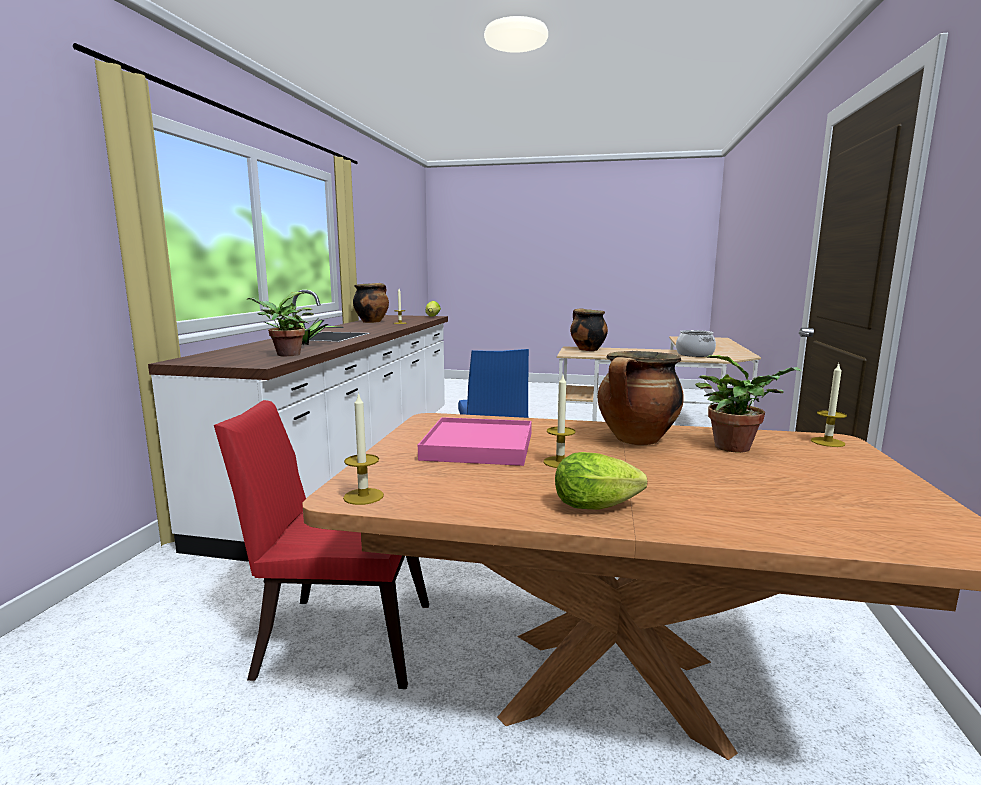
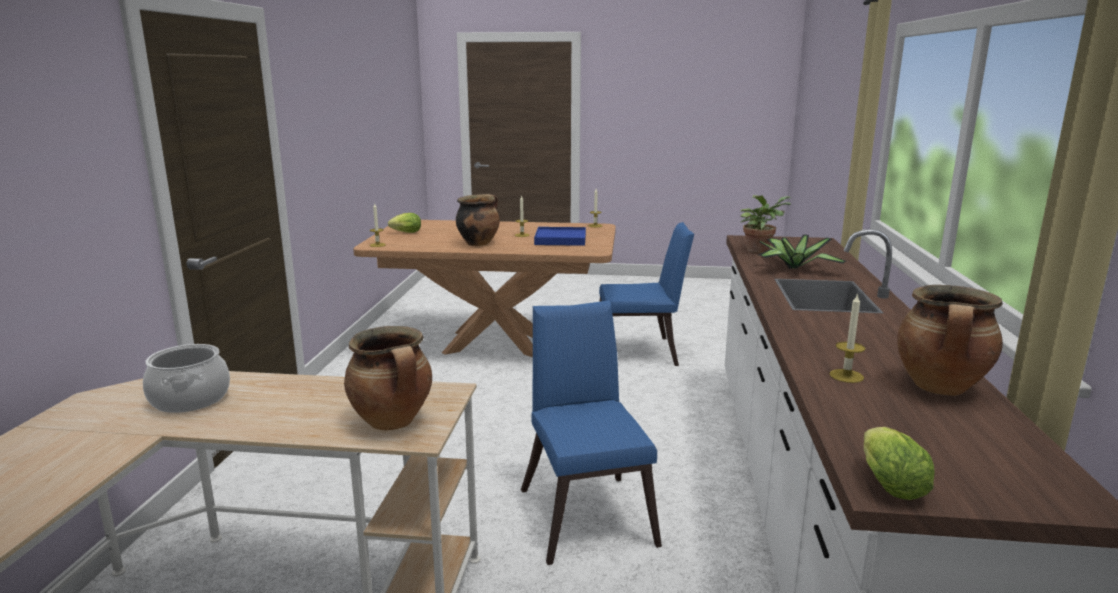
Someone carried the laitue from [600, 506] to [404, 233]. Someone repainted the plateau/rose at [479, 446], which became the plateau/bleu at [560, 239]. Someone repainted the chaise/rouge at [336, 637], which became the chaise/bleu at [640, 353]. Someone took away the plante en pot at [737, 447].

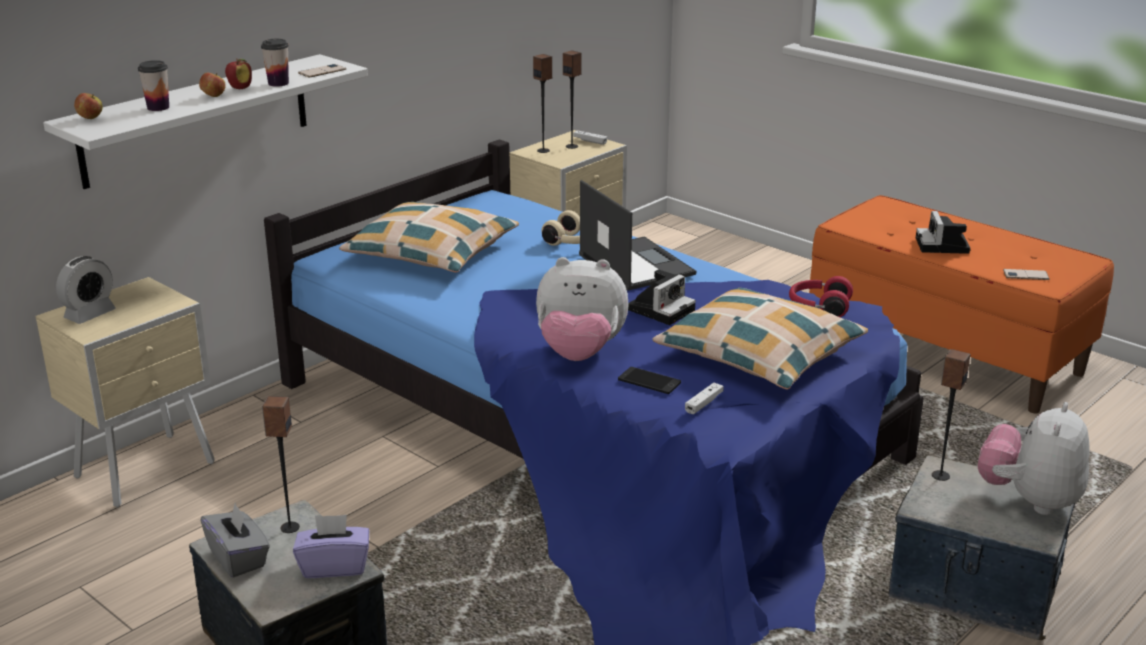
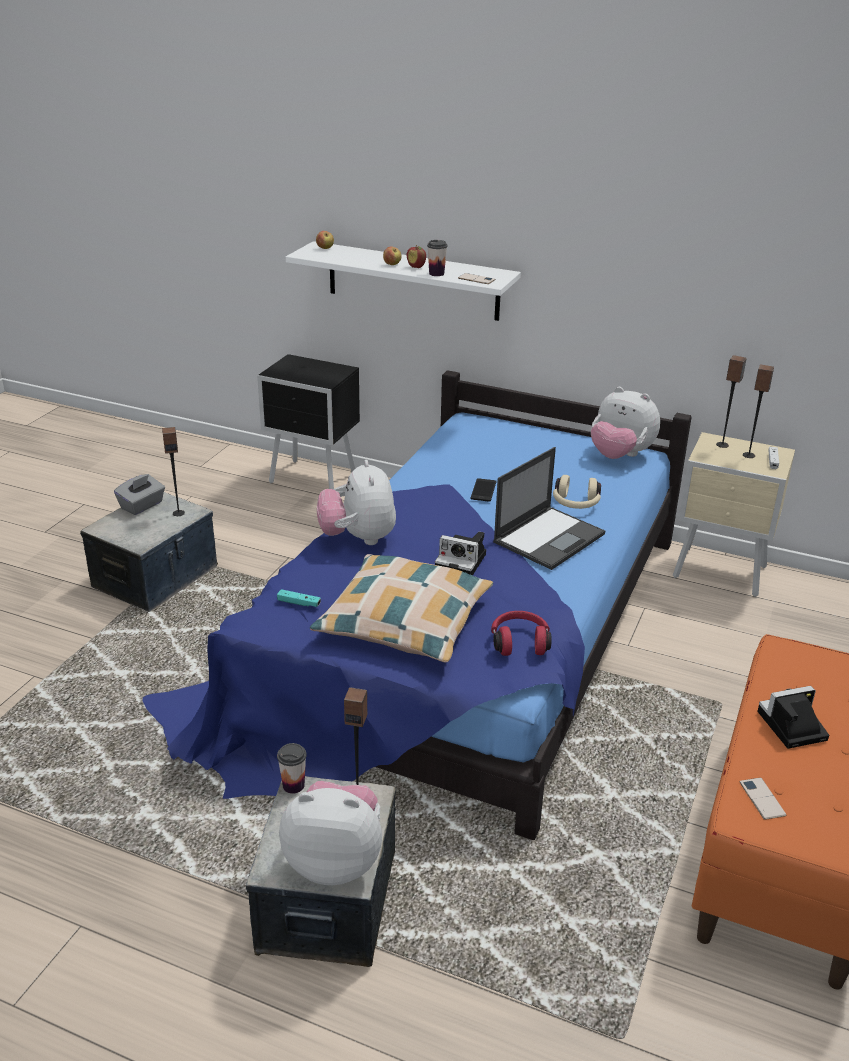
Someone repainted the table de chevet/beige at [149, 470], which became the table de chevet/noir at [314, 480]. Someone repainted the manette/blanc at [704, 403], which became the manette/turquoise at [299, 603]. Someone carried the tasse from [158, 107] to [293, 785]. Someone carried the téléphone from [649, 381] to [483, 490]. Someone put down the peluche at [620, 455]. Someone took away the réveil at [90, 314]. Someone took away the boîte à mouchoirs/violet at [334, 566]. Someone took away the coussin at [432, 253].

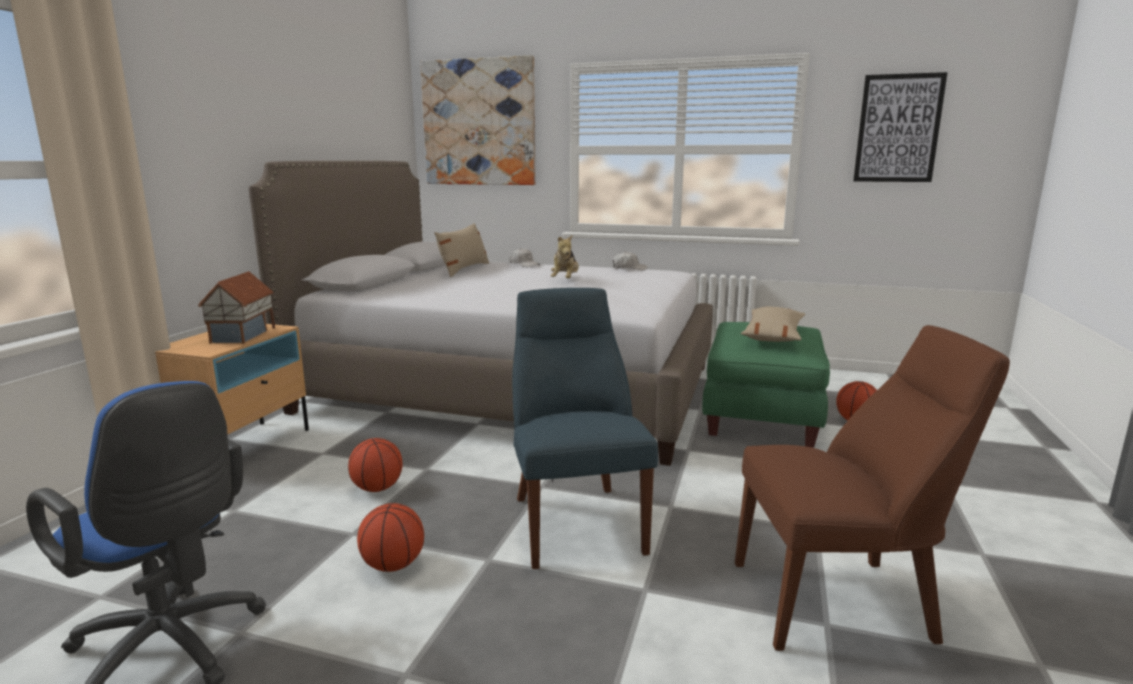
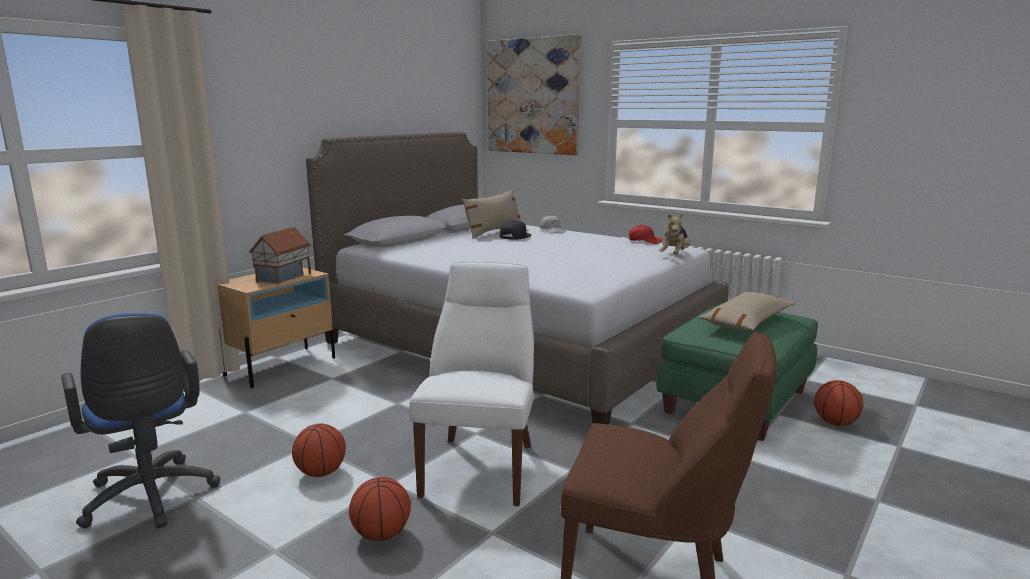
Someone carried the ballon de basket from [377, 488] to [381, 535]. Someone repainted the chaise/bleu at [575, 520], which became the chaise/blanc at [481, 466]. Someone put down the casquette/noir at [515, 236]. Someone repainted the casquette/blanc at [629, 268], which became the casquette/rouge at [644, 241]. Someone carried the peluche from [565, 280] to [675, 255]. Someone took away the tableau at [898, 129].

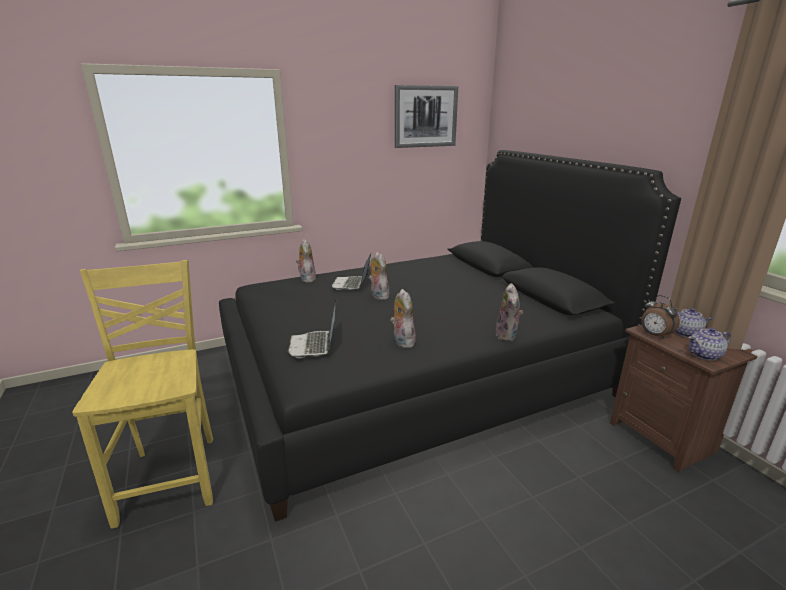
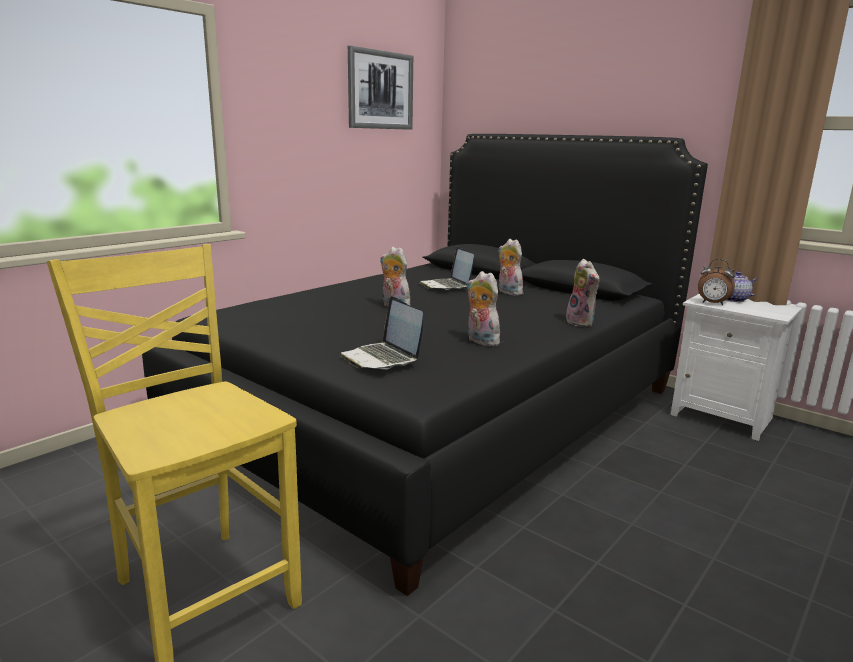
Someone carried the ordinateur portable from [352, 284] to [446, 286]. Someone carried the peluche from [306, 279] to [508, 292]. Someone repainted the table de chevet/marron at [663, 437], which became the table de chevet/blanc at [722, 416]. Someone took away the théière at [705, 355].

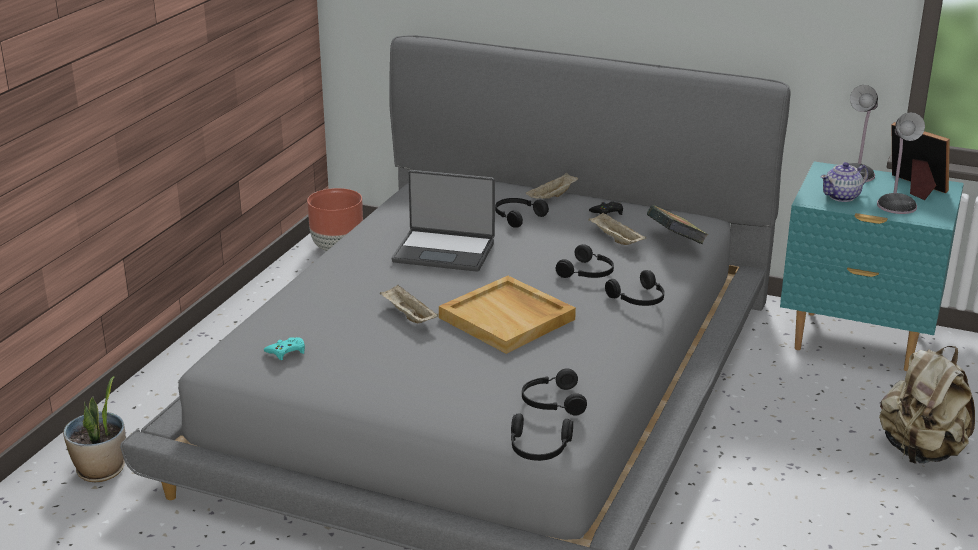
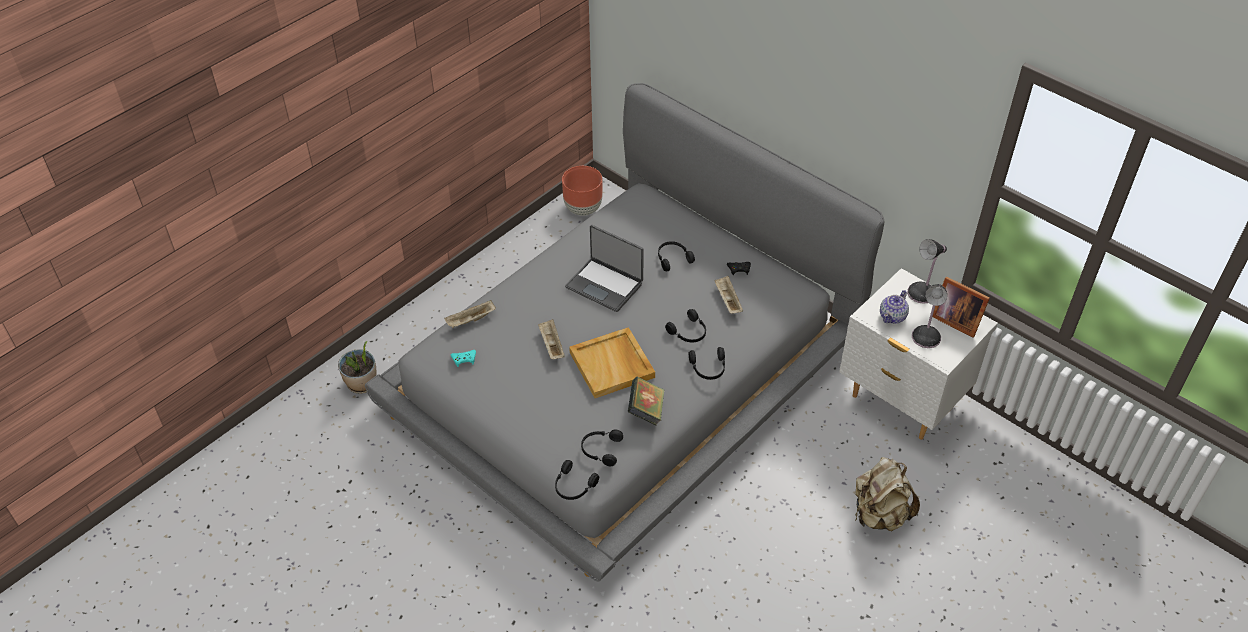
Someone carried the plateau/beige from [552, 197] to [471, 320]. Someone carried the livre from [675, 242] to [646, 410]. Someone repainted the table de chevet/turquoise at [857, 342], which became the table de chevet/blanc at [902, 401]. Someone rotated the théière at [842, 197] by 45 degrees counterclockwise. Someone rotated the cadre photo at [914, 188] by 150 degrees clockwise.

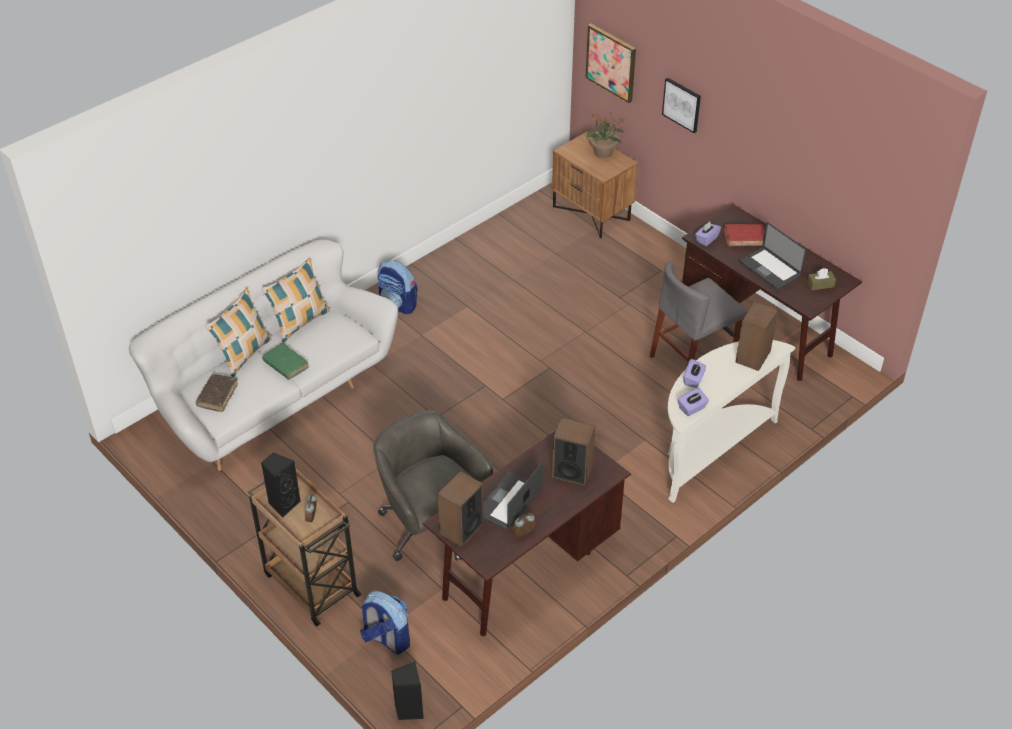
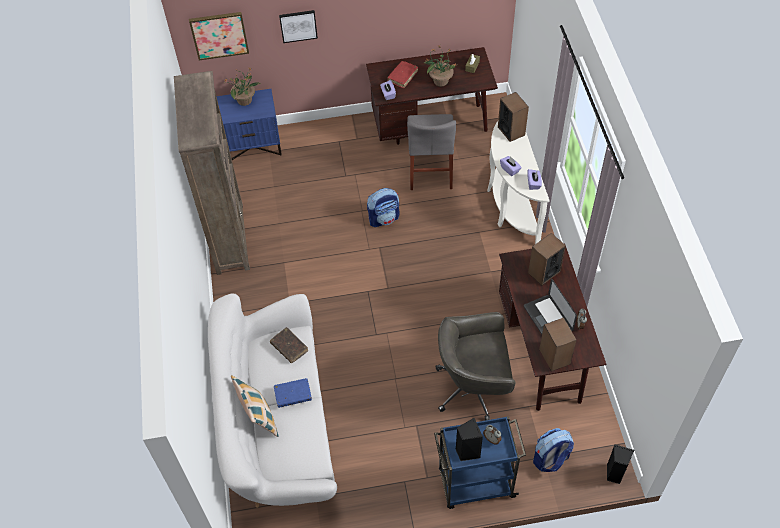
Someone put down the bibliothèque/marron at [230, 238]. Someone repainted the table de chevet/marron at [592, 213], which became the table de chevet/bleu at [252, 146]. Someone carried the livre/marron from [217, 396] to [289, 347]. Someone repainted the livre/vert at [286, 365], which became the livre/bleu at [293, 395]. Someone carried the sac à dos from [398, 304] to [384, 218]. Someone swapped the ordinateur portable at [769, 269] for the plante en pot at [440, 81]. Someone repainted the chariot/marron at [310, 583], which became the chariot/bleu at [475, 484]. Someone took away the coussin at [300, 322].

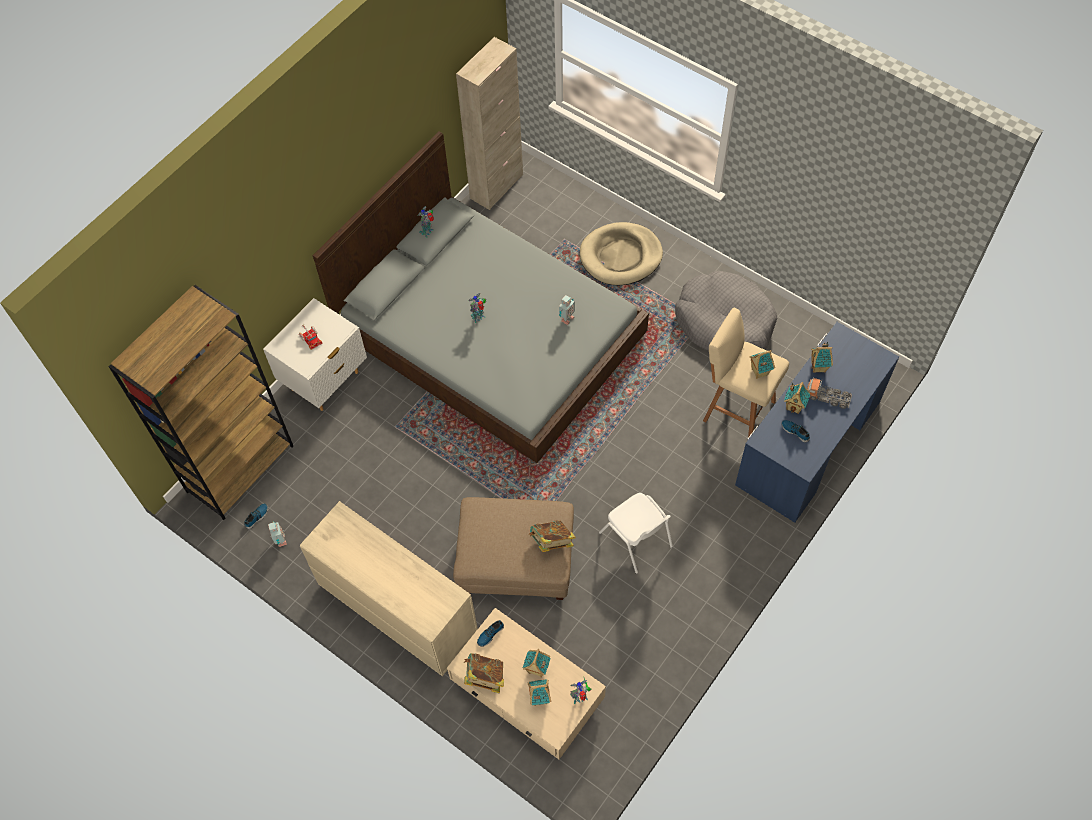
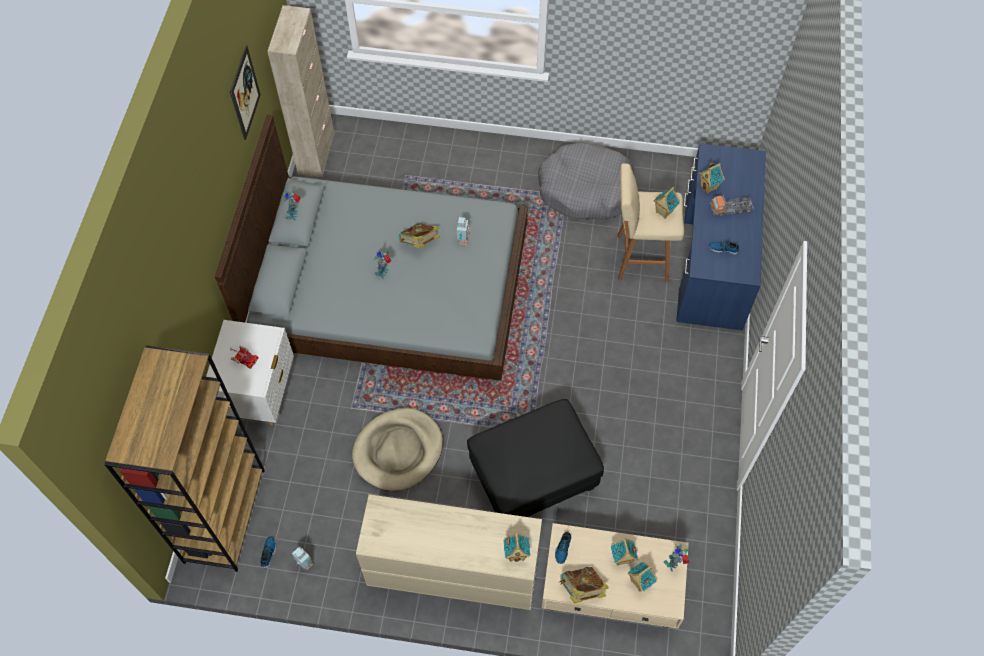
Someone put up the tableau at [245, 93]. Someone carried the panier pour chien/beige from [620, 256] to [398, 451]. Someone carried the livre from [551, 542] to [419, 243]. Someone repainted the pouf/beige at [515, 562], which became the pouf/noir at [533, 476]. Someone carried the maison miniature from [794, 406] to [516, 553]. Someone took away the chaise/blanc at [636, 540].

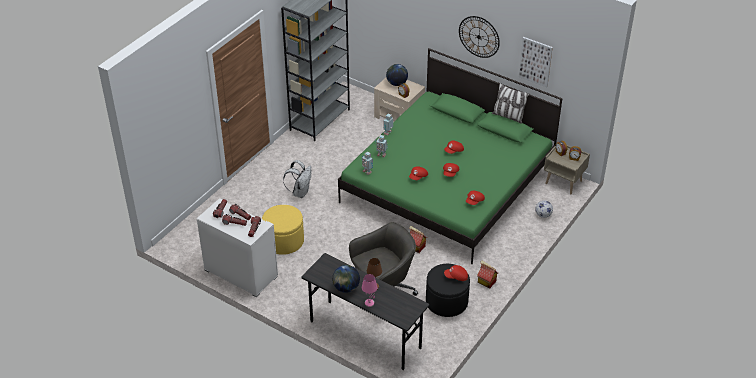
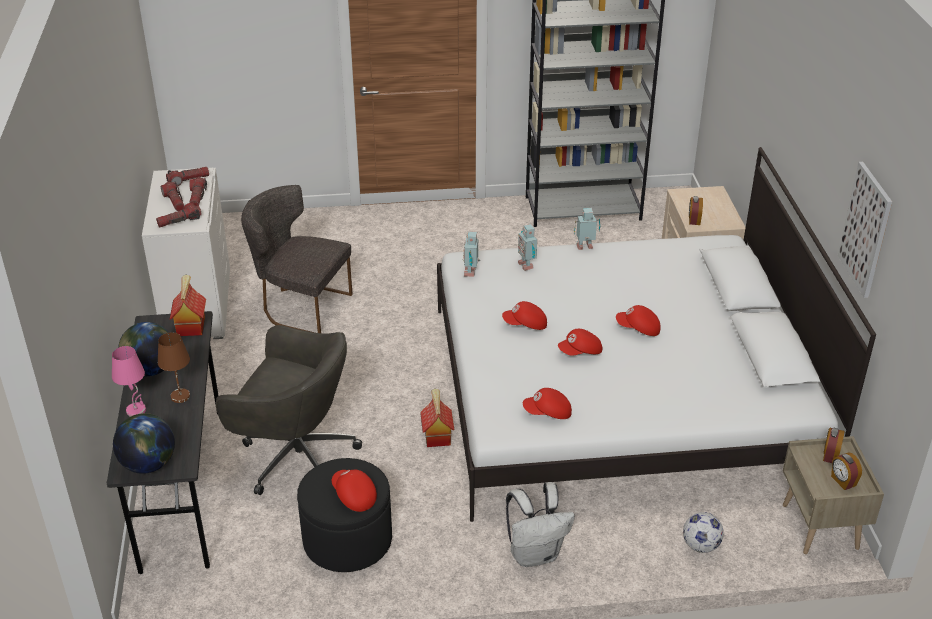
Someone carried the globe from [396, 83] to [148, 464]. Someone carried the maison miniature from [486, 282] to [190, 326]. Someone swapped the pouf/jaune at [284, 241] for the chaise/gris at [300, 307]. Someone repainted the lit/vert at [447, 185], which became the lit/blanc at [619, 394]. Someone carried the sac à dos/blanc from [300, 192] to [535, 554]. Someone took away the horloge murale at [479, 37]. Someone took away the coussin at [508, 116].

